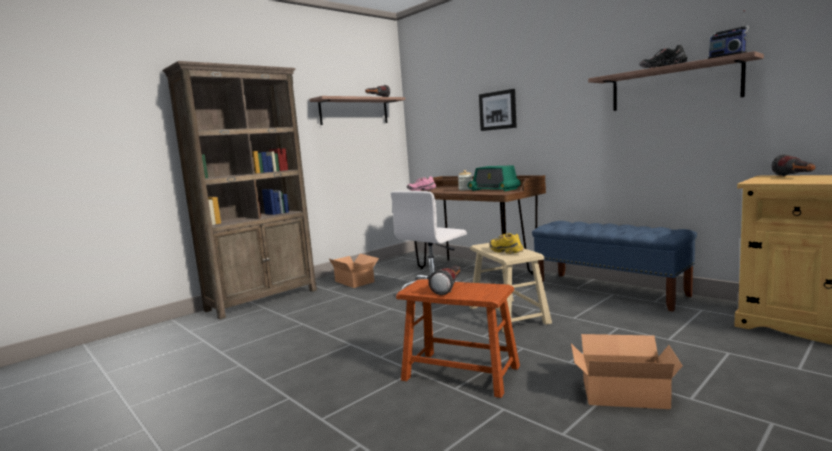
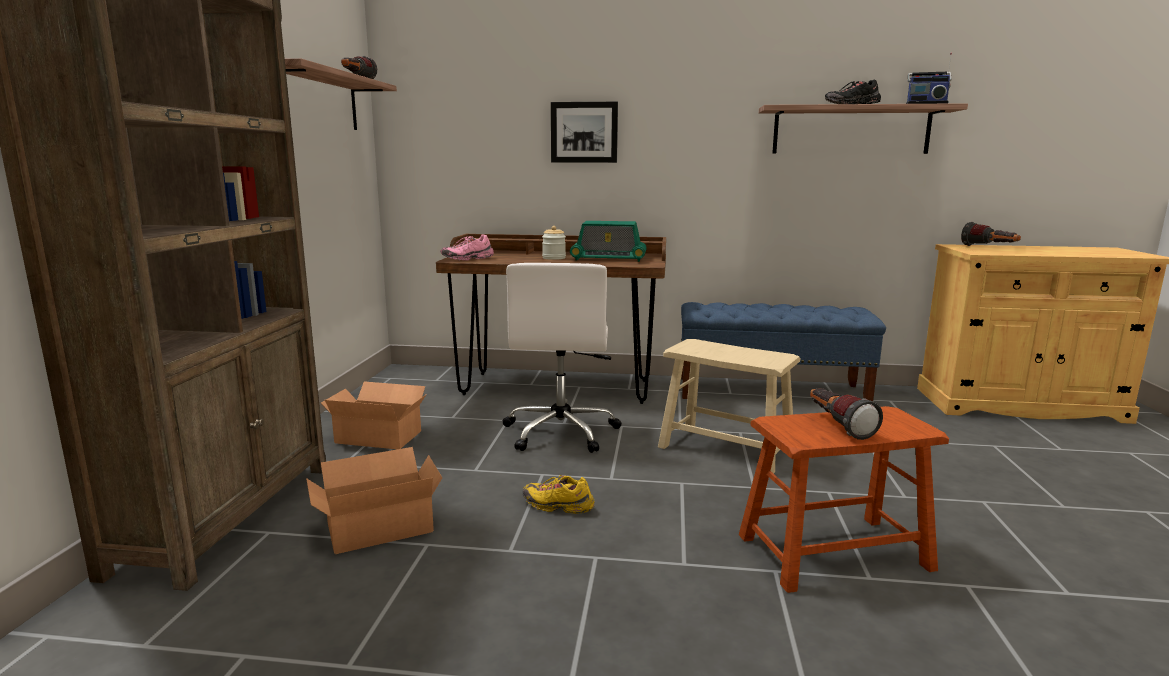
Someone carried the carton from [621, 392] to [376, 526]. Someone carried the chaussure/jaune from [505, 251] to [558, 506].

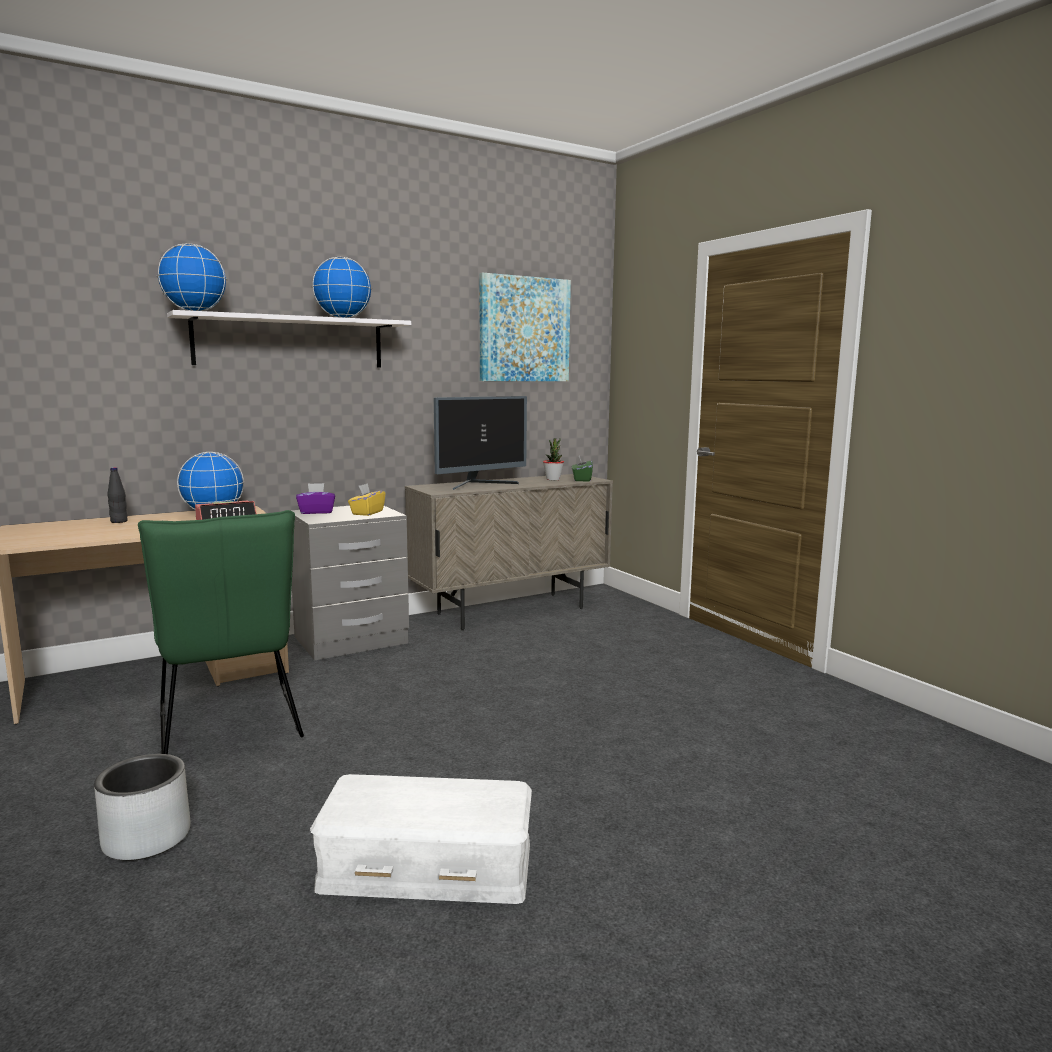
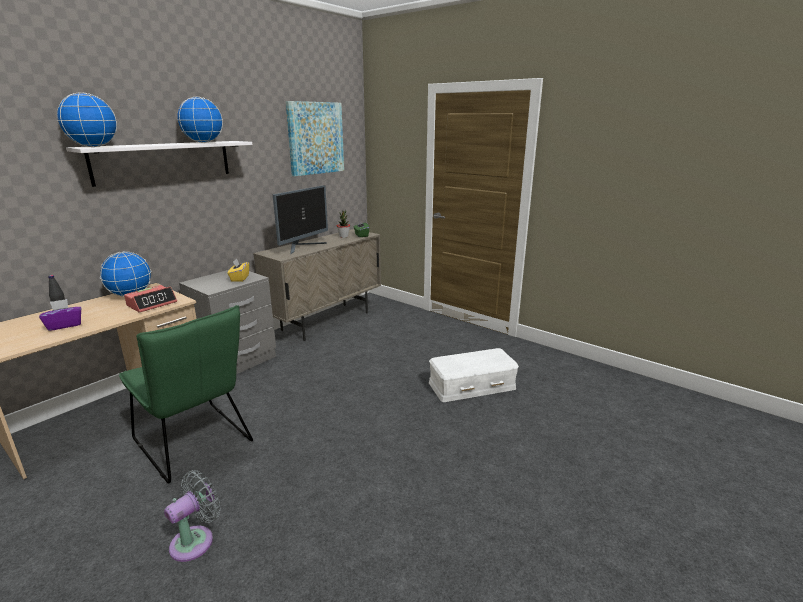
Someone carried the boîte à mouchoirs/violet from [316, 512] to [65, 325]. Someone swapped the cache-pot/gris at [146, 838] for the ventilateur/gris at [196, 540]. Someone carried the boîte de rangement/blanc from [427, 864] to [471, 385].

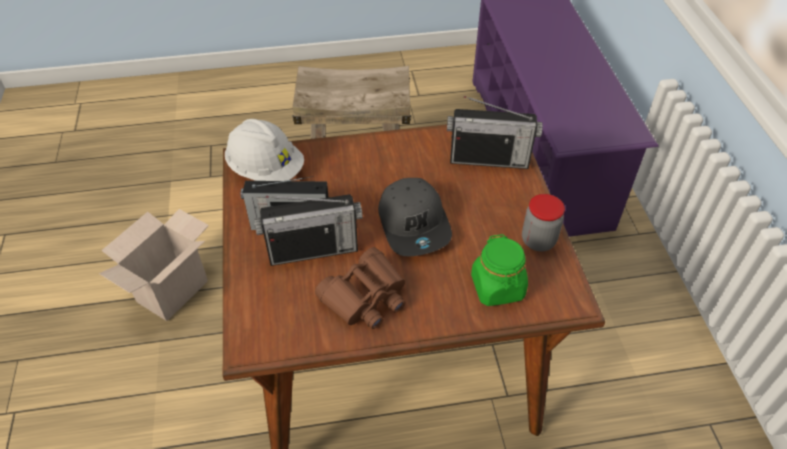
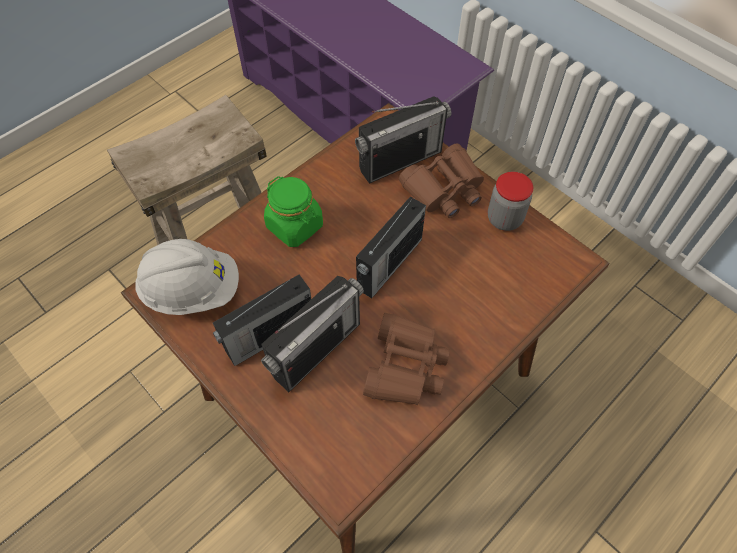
Someone carried the bocal/vert from [497, 287] to [295, 226]. Someone swapped the casquette/gris at [414, 224] for the radio at [388, 265]. Someone put down the jumelles/marron at [444, 189]. Someone took away the carton at [172, 289].

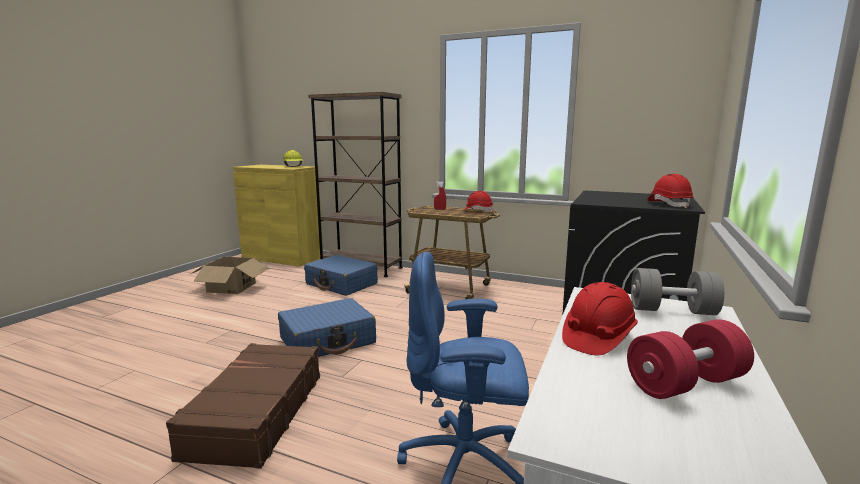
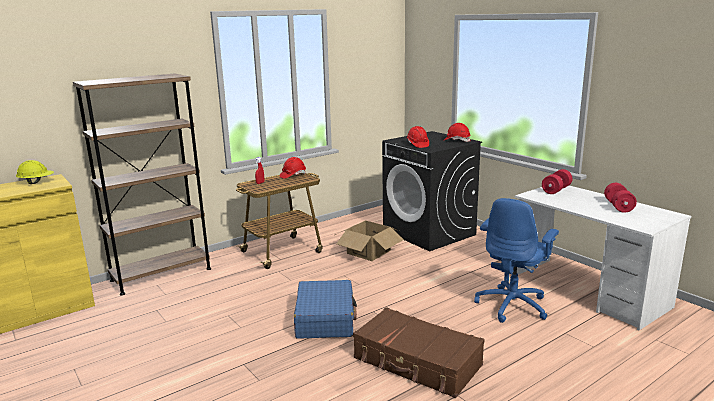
Someone carried the carton from [231, 287] to [368, 252]. Someone carried the casque de chantier/rouge from [597, 338] to [417, 145]. Someone repainted the haltère/gris at [672, 311], which became the haltère/rouge at [556, 190]. Someone took away the valise/bleu at [341, 284].

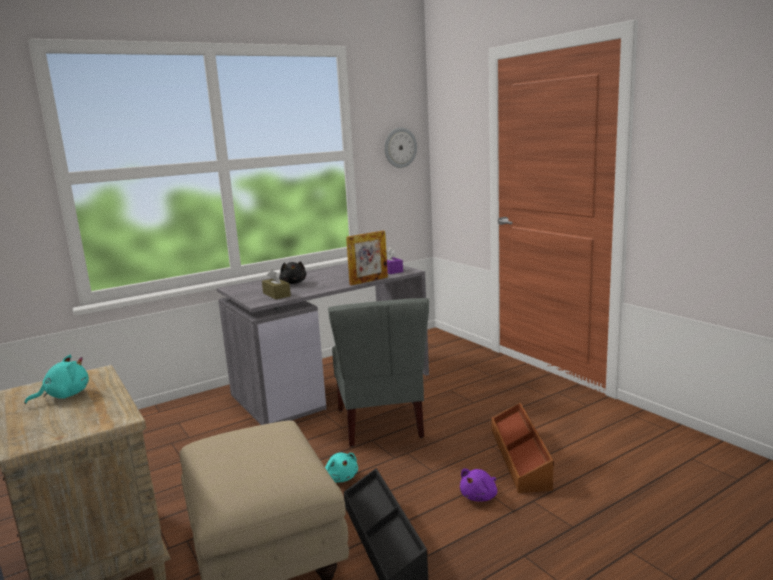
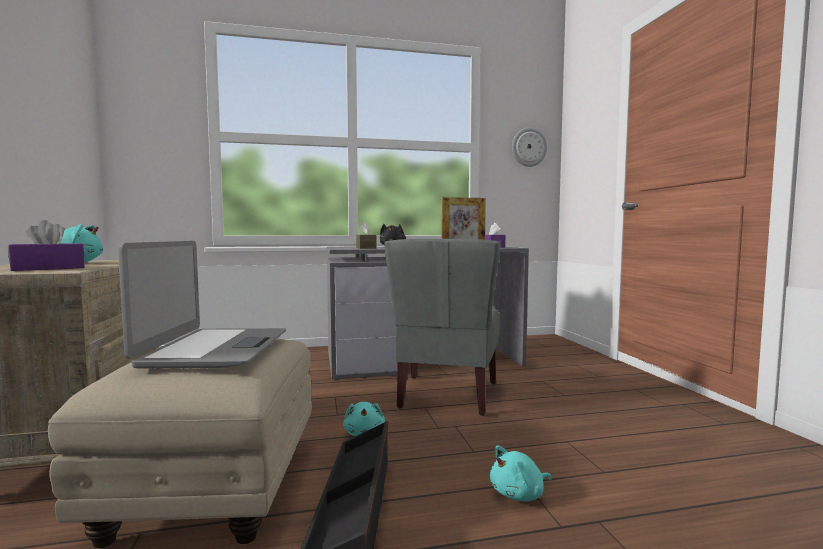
Someone put down the boîte à mouchoirs/violet at [48, 268]. Someone put down the ordinateur portable at [215, 349]. Someone repainted the peluche/violet at [480, 496], which became the peluche/turquoise at [519, 494]. Someone took away the boîte de rangement/marron at [521, 457].

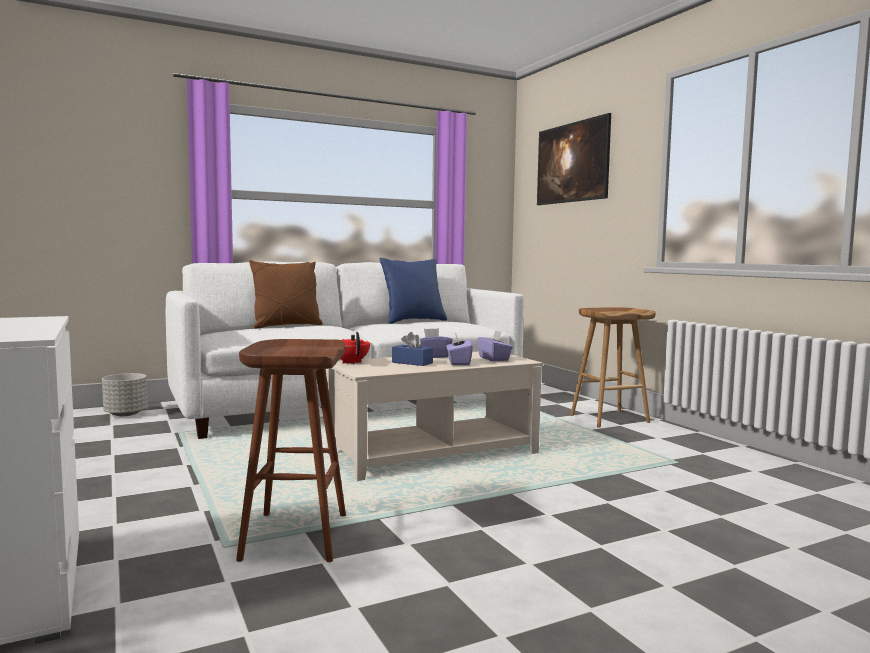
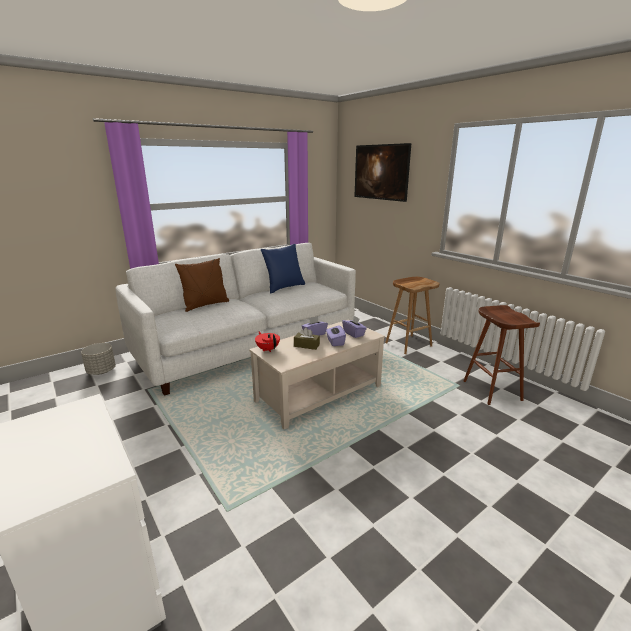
Someone repainted the boîte à mouchoirs/bleu at [412, 363], which became the boîte à mouchoirs/marron at [306, 345]. Someone carried the tabouret/marron from [294, 536] to [491, 390].

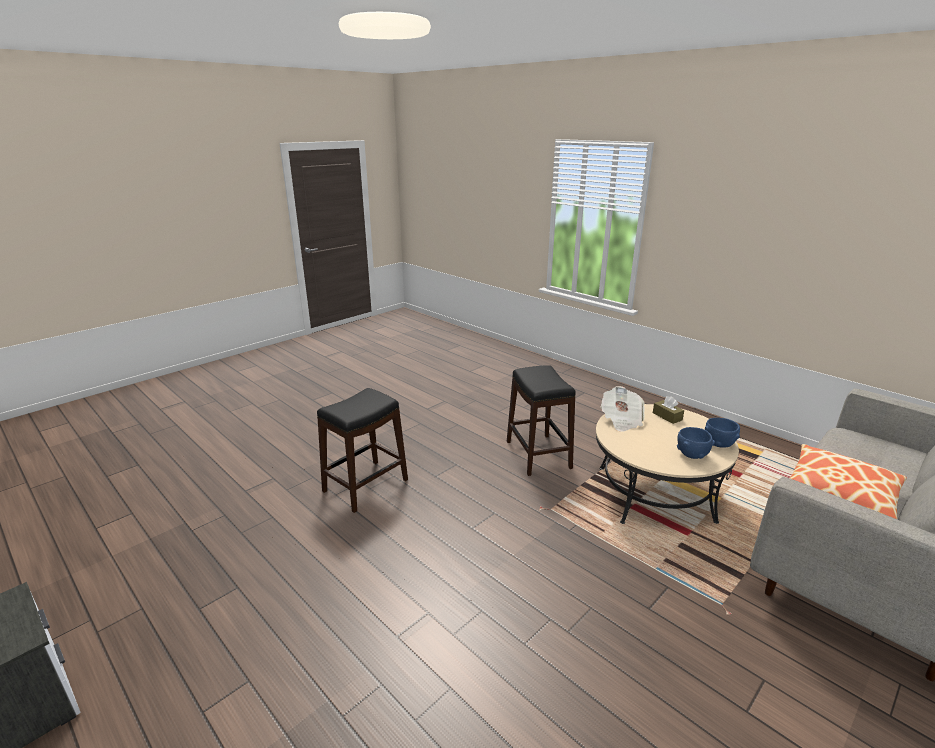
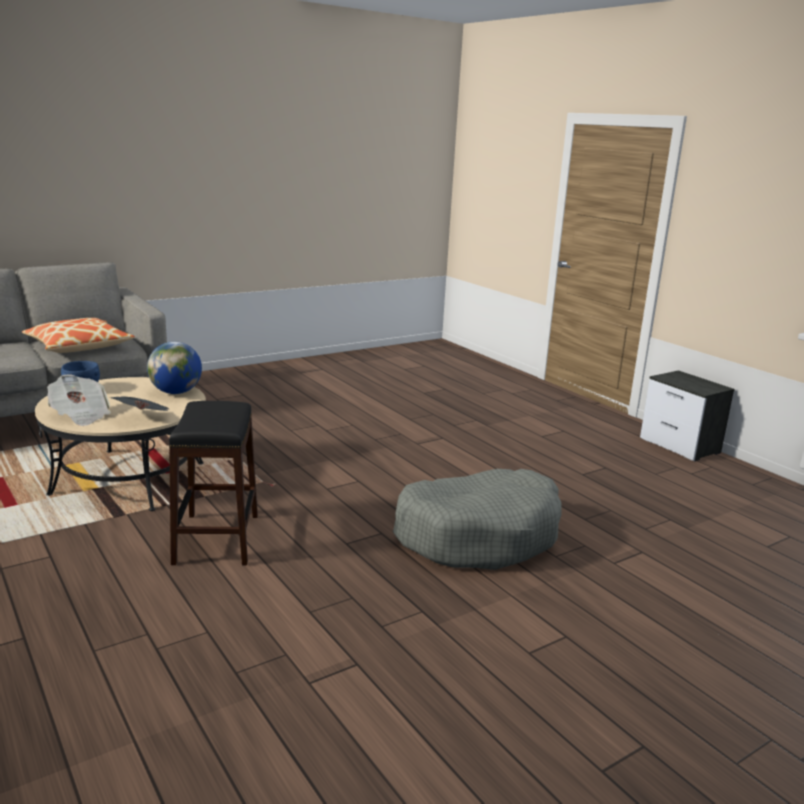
Someone swapped the boîte à mouchoirs/marron at [667, 416] for the journal at [80, 415]. Someone put down the globe at [176, 392]. Someone swapped the tabouret/noir at [365, 485] for the panier pour chien/gris at [478, 535]. Someone took away the bol/bleu at [692, 454].

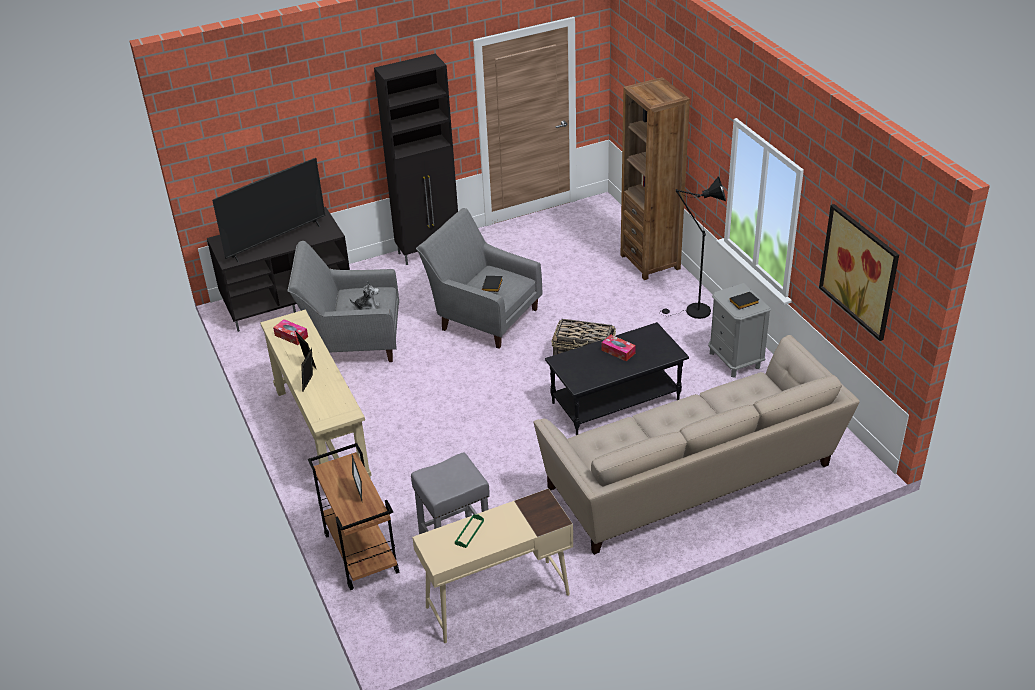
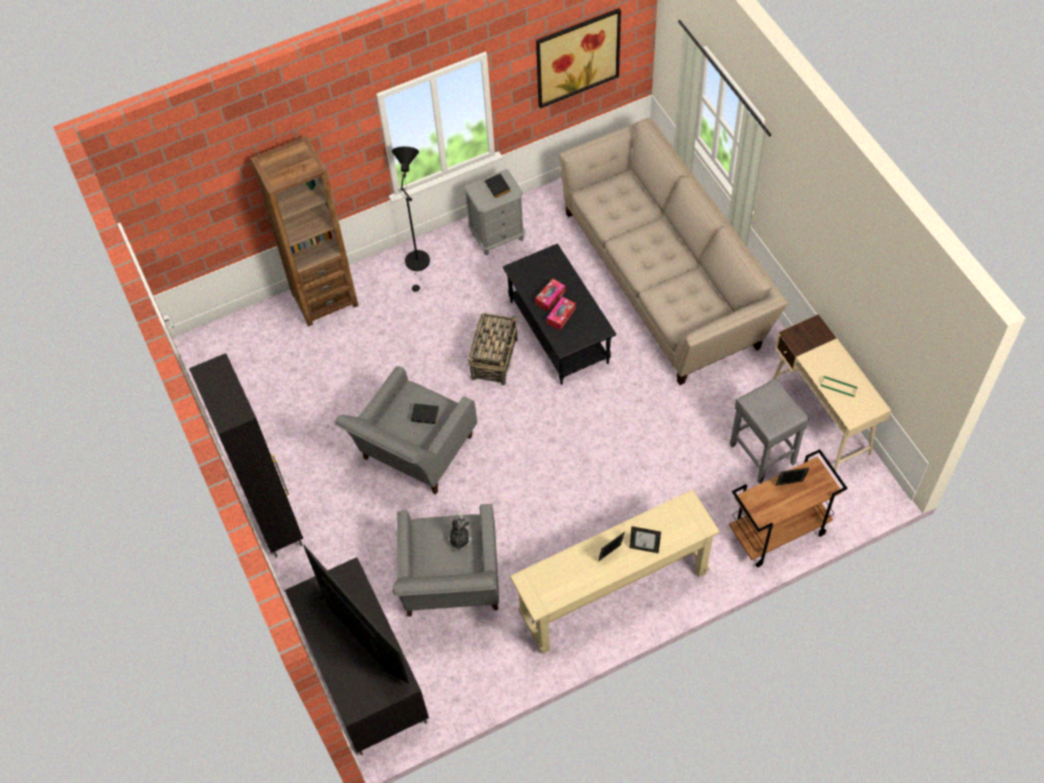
Someone carried the boîte à mouchoirs from [291, 336] to [561, 316].

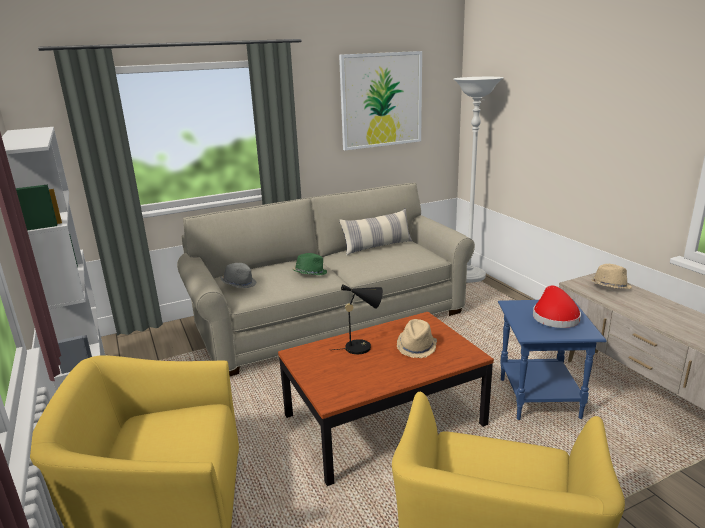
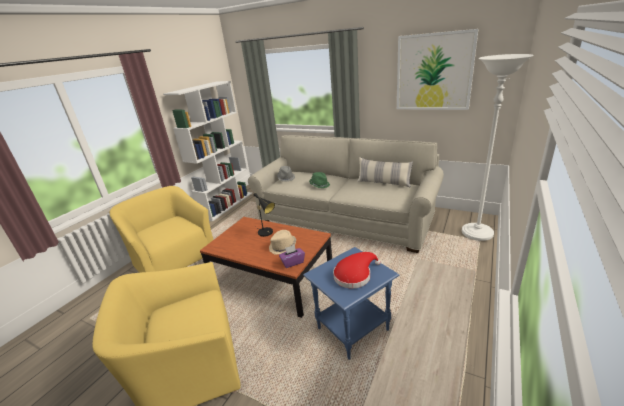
Someone put down the boîte à mouchoirs/violet at [292, 262]. Someone took away the chapeau/beige at [609, 287].

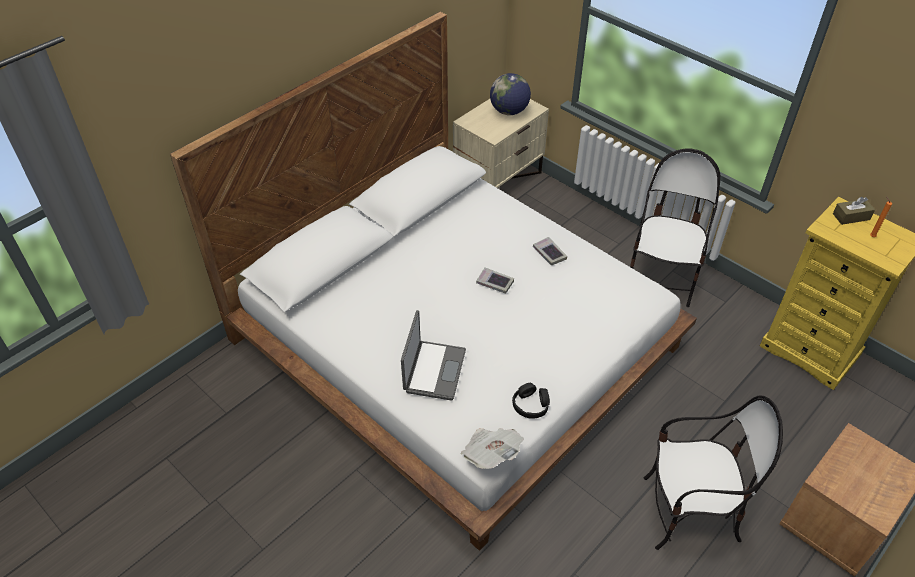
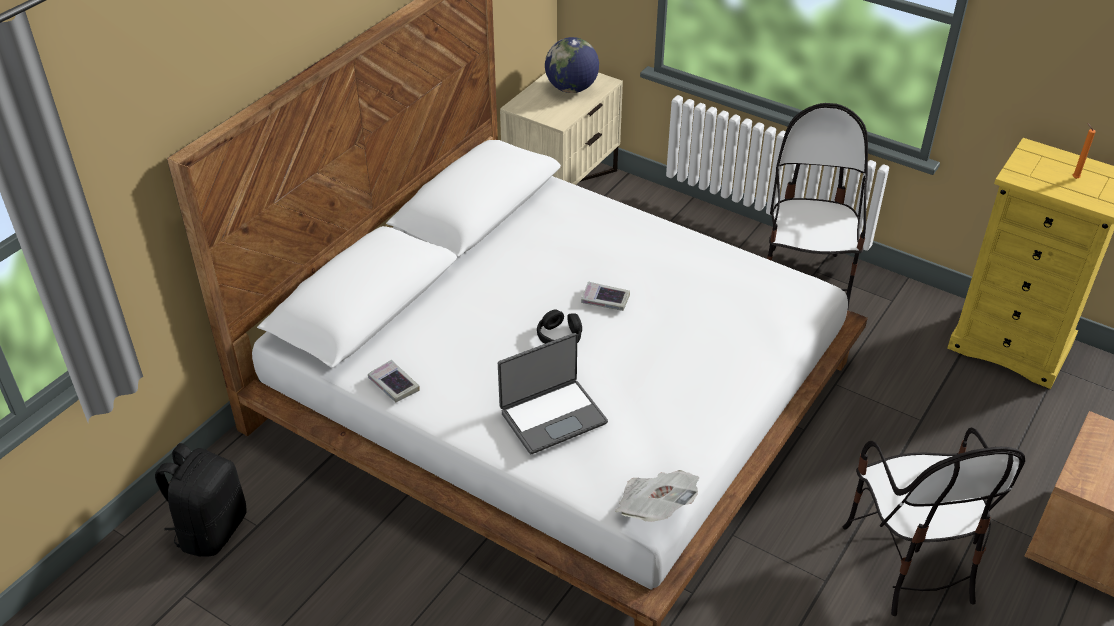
Someone put down the sac à dos/noir at [211, 529]. Someone carried the livre from [549, 253] to [393, 384]. Someone rotated the ordinateur portable at [433, 370] by 60 degrees clockwise. Someone carried the casque audio/noir from [531, 405] to [560, 335]. Someone rotated the chaise at [689, 513] by 90 degrees clockwise. Someone took away the boîte à mouchoirs/marron at [851, 217].

